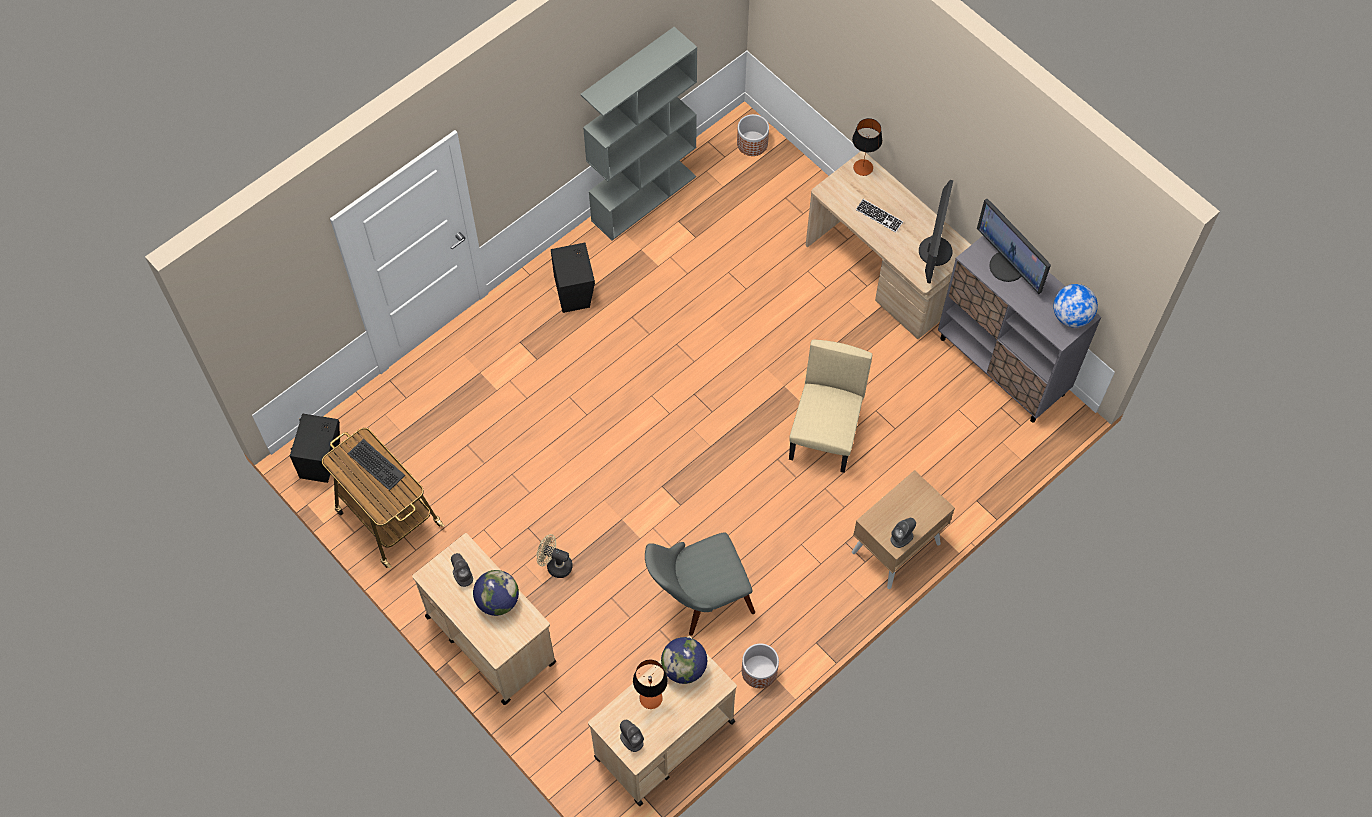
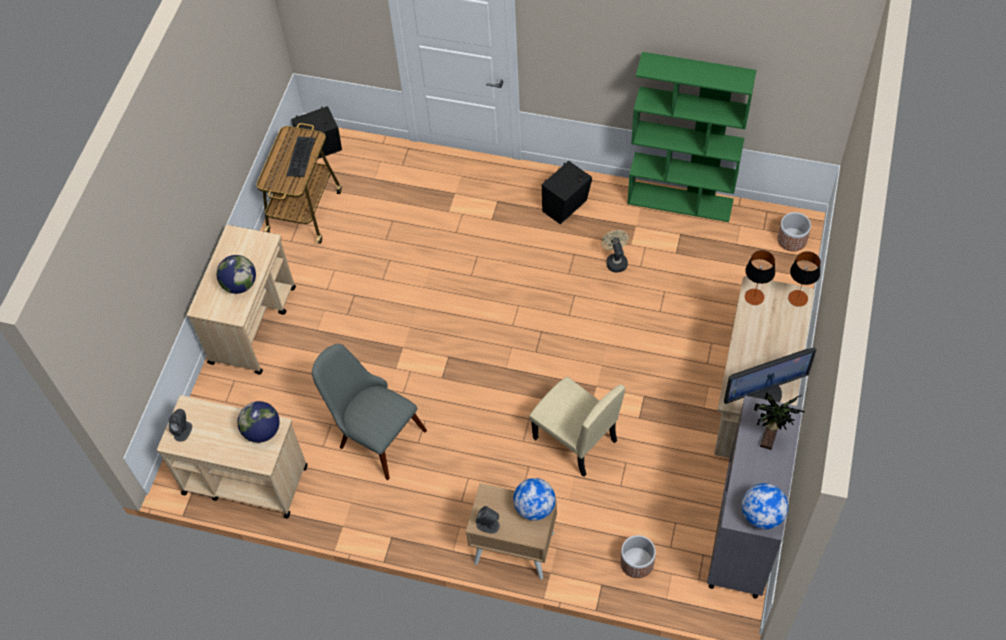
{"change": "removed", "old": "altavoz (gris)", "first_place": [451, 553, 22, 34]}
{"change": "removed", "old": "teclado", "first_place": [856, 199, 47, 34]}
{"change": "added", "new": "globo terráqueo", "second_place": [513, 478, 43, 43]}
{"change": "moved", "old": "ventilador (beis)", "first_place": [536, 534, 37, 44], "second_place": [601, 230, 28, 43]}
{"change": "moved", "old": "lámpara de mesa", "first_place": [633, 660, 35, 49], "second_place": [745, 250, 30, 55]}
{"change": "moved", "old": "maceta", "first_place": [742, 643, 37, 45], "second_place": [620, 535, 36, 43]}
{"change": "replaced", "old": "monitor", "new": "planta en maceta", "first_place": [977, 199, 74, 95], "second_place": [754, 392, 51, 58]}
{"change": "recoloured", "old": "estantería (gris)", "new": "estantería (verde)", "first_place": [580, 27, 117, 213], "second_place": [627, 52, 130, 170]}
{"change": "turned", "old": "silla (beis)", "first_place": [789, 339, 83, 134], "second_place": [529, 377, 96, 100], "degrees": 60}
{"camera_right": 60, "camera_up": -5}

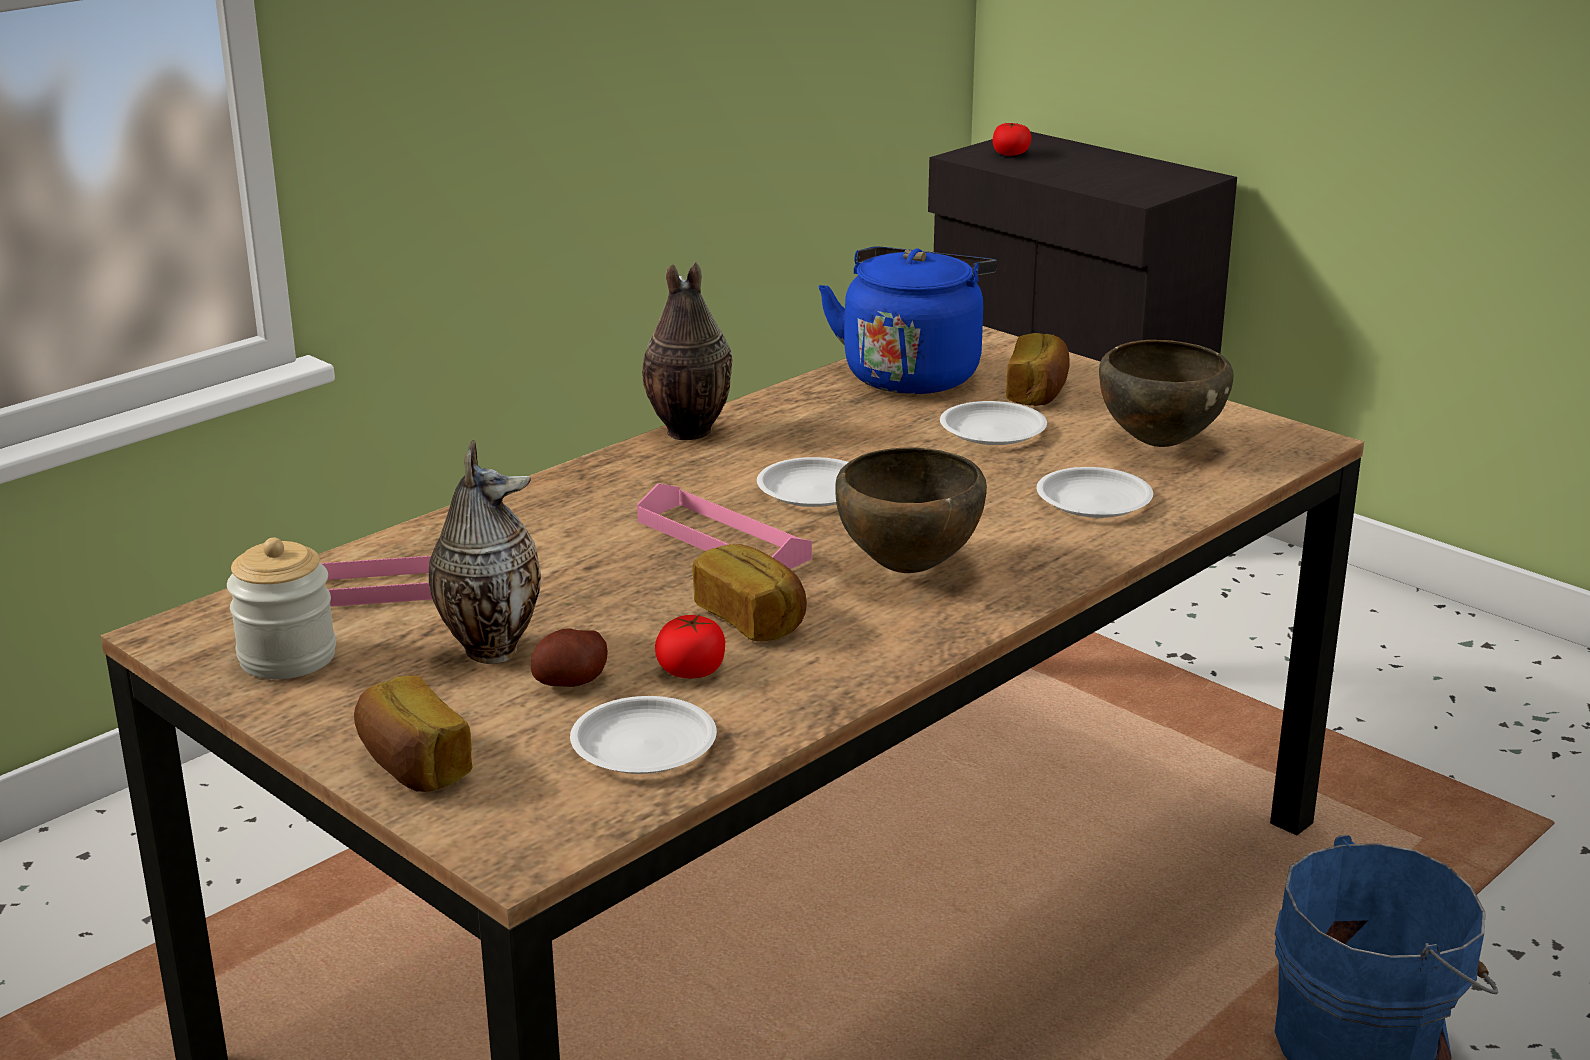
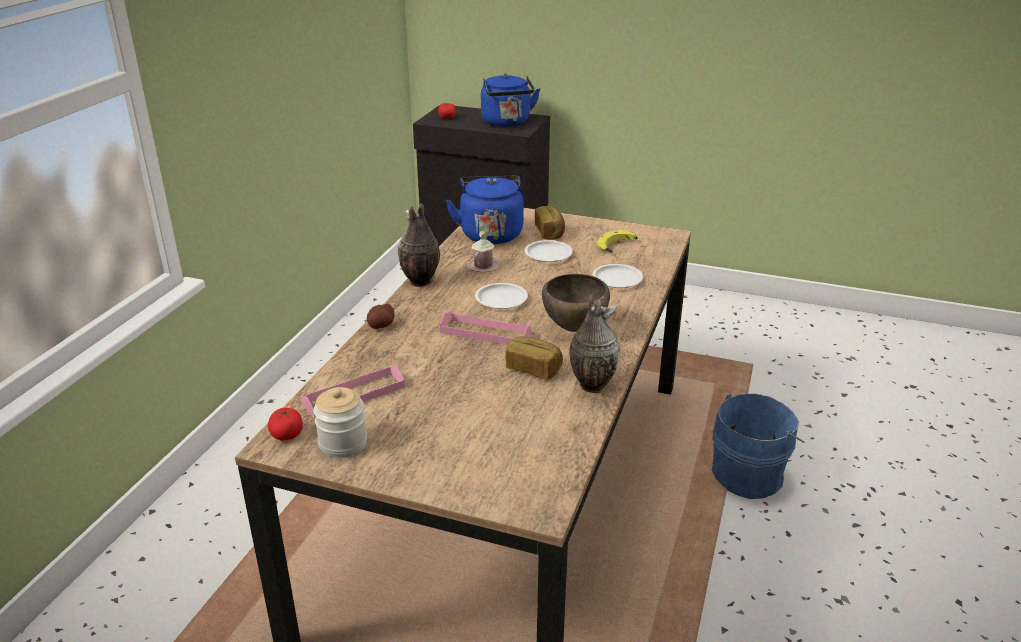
{"change": "removed", "old": "pan", "first_place": [354, 676, 119, 116]}
{"change": "removed", "old": "plato (blanco)", "first_place": [570, 696, 147, 78]}
{"change": "added", "new": "taza grande (rosa)", "second_place": [467, 231, 33, 41]}
{"change": "added", "new": "hervidor (azul)", "second_place": [481, 73, 59, 53]}
{"change": "moved", "old": "florero", "first_place": [429, 440, 112, 224], "second_place": [569, 294, 51, 99]}
{"change": "moved", "old": "patata", "first_place": [531, 628, 77, 59], "second_place": [367, 304, 27, 25]}
{"change": "moved", "old": "tomate", "first_place": [655, 614, 70, 64], "second_place": [268, 408, 35, 33]}
{"change": "replaced", "old": "cuenco (marrón)", "new": "plátano", "first_place": [1099, 340, 135, 107], "second_place": [597, 230, 41, 23]}
{"camera_right": -25, "camera_up": 5}

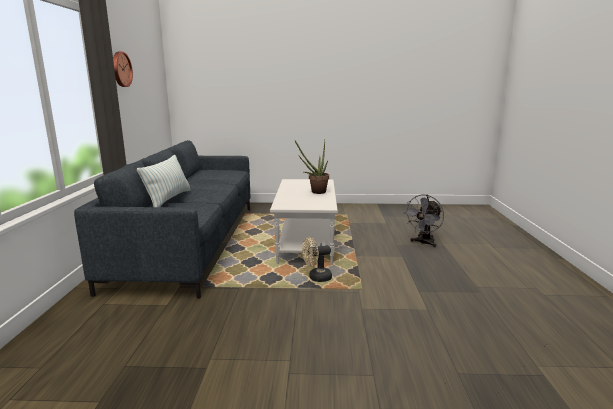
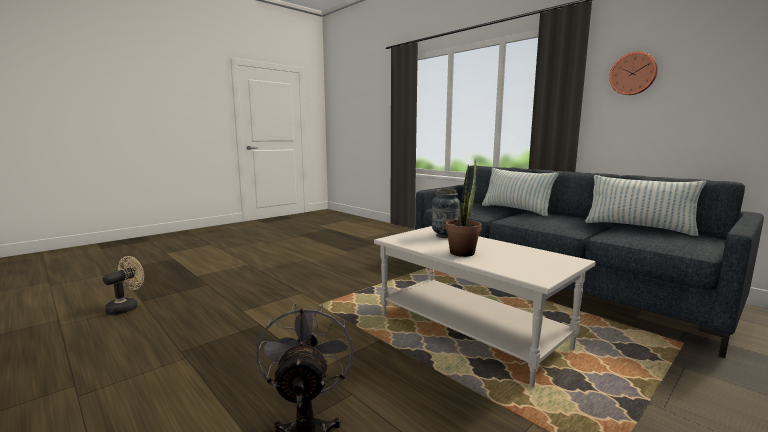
{"change": "added", "new": "florero", "second_place": [432, 189, 28, 49]}
{"change": "added", "new": "cojín", "second_place": [585, 175, 121, 61]}
{"change": "moved", "old": "ventilador (beis)", "first_place": [302, 237, 30, 45], "second_place": [103, 256, 41, 59]}
{"camera_right": 135, "camera_up": -5}

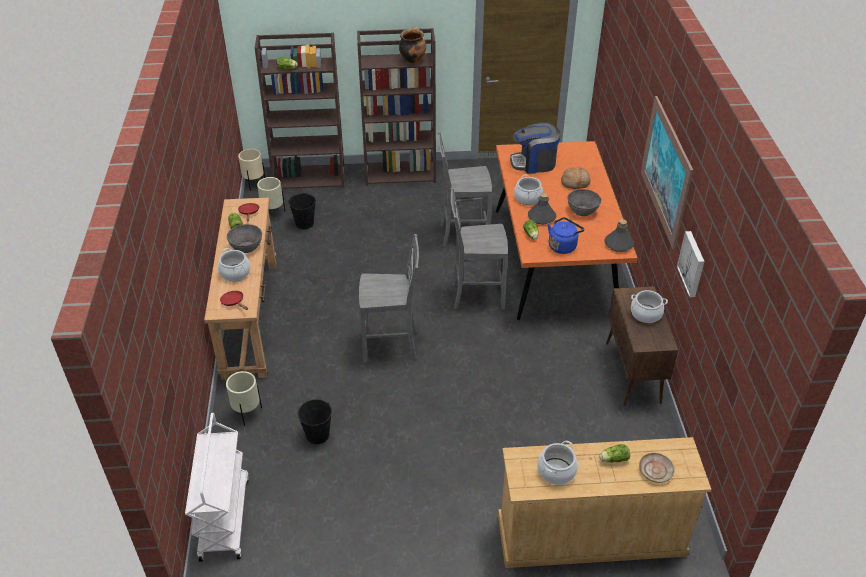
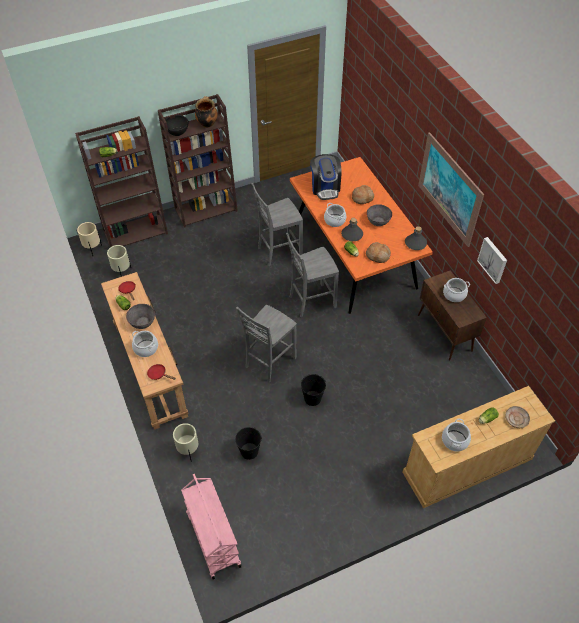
{"change": "added", "new": "cuenco (negro)", "second_place": [165, 115, 24, 21]}
{"change": "moved", "old": "cubo (negro)", "first_place": [288, 193, 28, 36], "second_place": [301, 374, 25, 32]}
{"change": "replaced", "old": "hervidor (azul)", "new": "pan", "first_place": [548, 217, 36, 37], "second_place": [366, 242, 25, 21]}
{"change": "recoloured", "old": "carrito (blanco)", "new": "carrito (rosa)", "first_place": [185, 413, 64, 149], "second_place": [181, 474, 60, 105]}
{"change": "turned", "old": "silla (gris)", "first_place": [359, 234, 60, 129], "second_place": [236, 305, 61, 78], "degrees": 150}
{"change": "turned", "old": "cafetera", "first_place": [510, 122, 50, 52], "second_place": [310, 154, 32, 46], "degrees": -75}
{"camera_right": -20, "camera_up": 10}

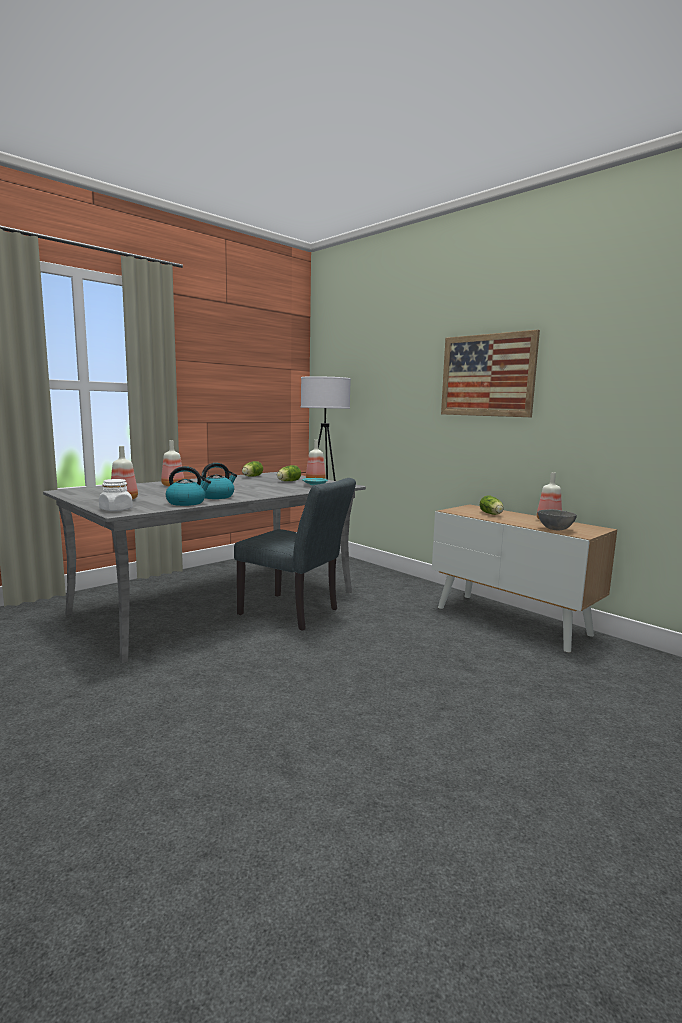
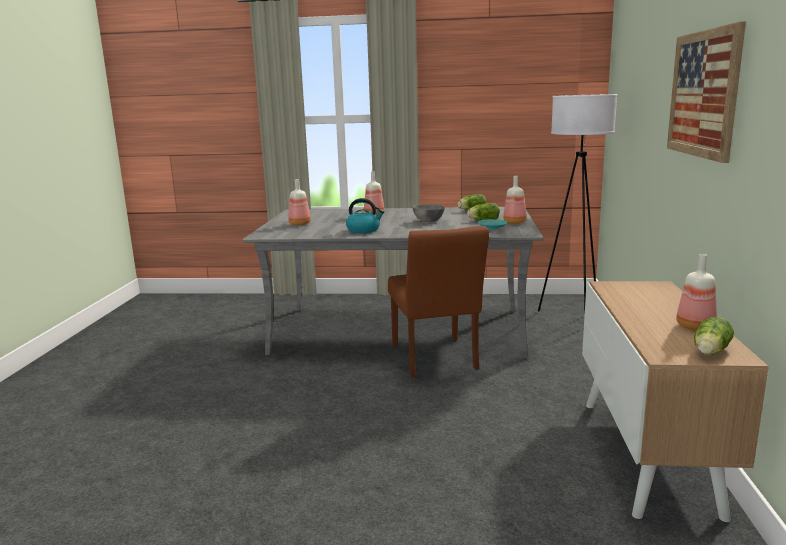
{"change": "removed", "old": "tarro (blanco)", "first_place": [99, 479, 34, 32]}
{"change": "removed", "old": "hervidor", "first_place": [166, 466, 45, 40]}
{"change": "moved", "old": "lechuga", "first_place": [480, 495, 24, 20], "second_place": [694, 317, 40, 38]}
{"change": "moved", "old": "cuenco (gris)", "first_place": [537, 509, 40, 21], "second_place": [412, 204, 33, 18]}
{"change": "recoloured", "old": "silla (gris)", "new": "silla (marrón)", "first_place": [234, 478, 122, 153], "second_place": [388, 226, 101, 151]}
{"camera_right": 50, "camera_up": 5}

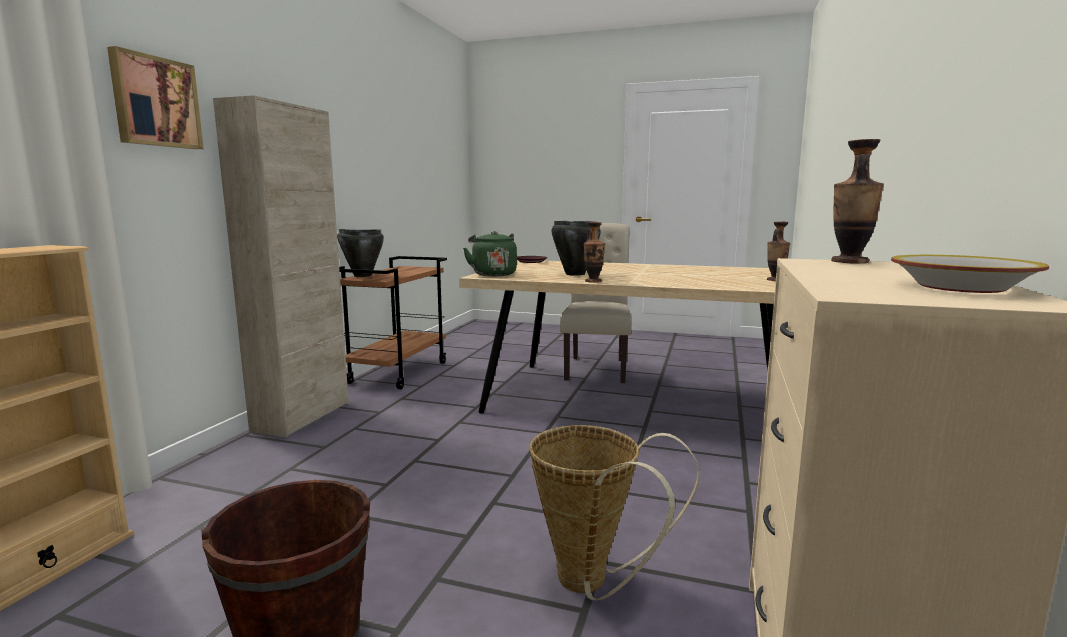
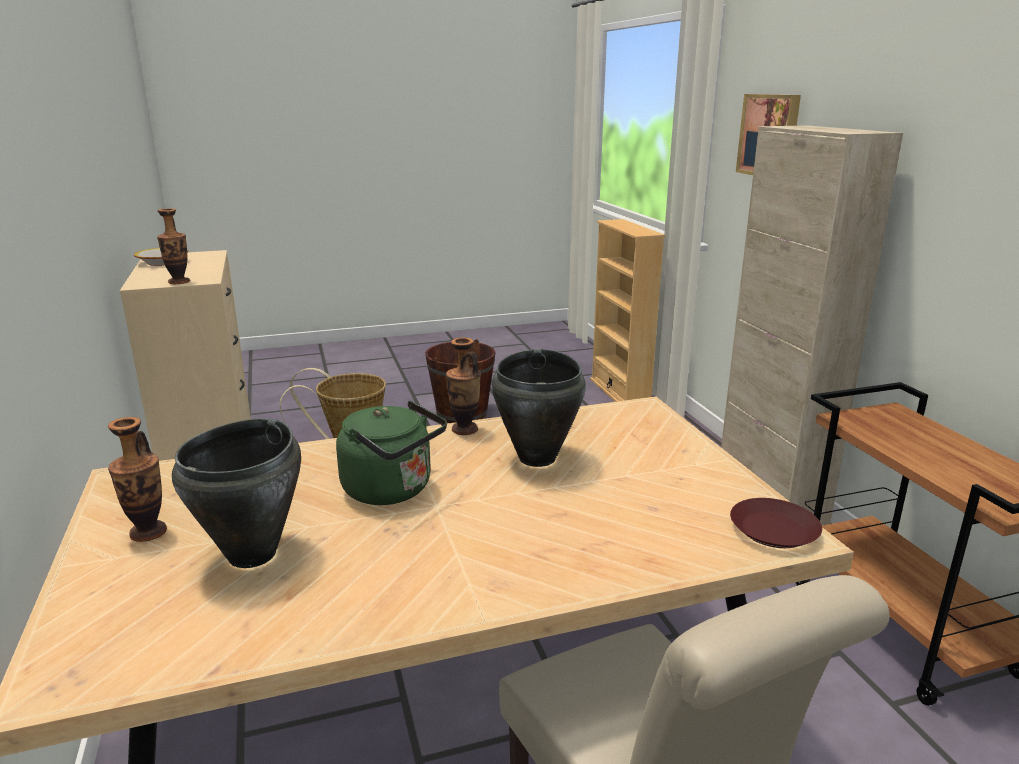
{"change": "moved", "old": "olla (negro)", "first_place": [337, 229, 47, 48], "second_place": [172, 418, 129, 150]}
{"change": "moved", "old": "hervidor (verde)", "first_place": [463, 231, 54, 45], "second_place": [336, 401, 111, 104]}
{"camera_right": 145, "camera_up": 10}

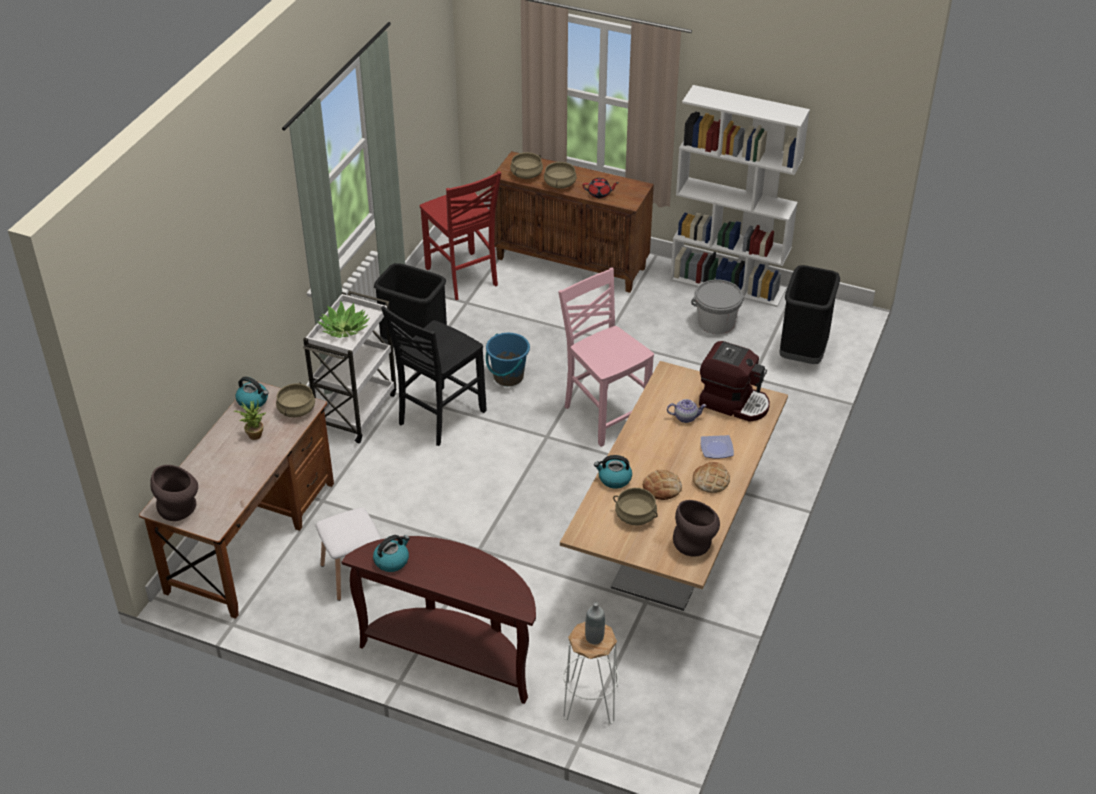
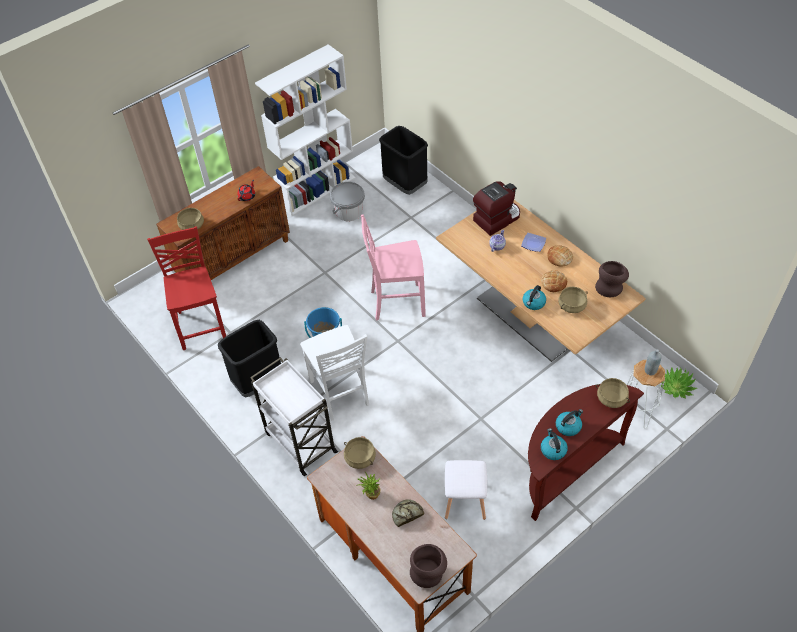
{"change": "added", "new": "pan", "second_place": [392, 499, 32, 28]}
{"change": "moved", "old": "hervidor", "first_place": [236, 377, 33, 32], "second_place": [556, 409, 27, 27]}
{"change": "moved", "old": "planta en maceta", "first_place": [317, 300, 53, 38], "second_place": [659, 368, 38, 30]}
{"change": "moved", "old": "olla (beis)", "first_place": [544, 161, 33, 28], "second_place": [596, 378, 34, 30]}
{"change": "recoloured", "old": "silla (negro)", "new": "silla (blanco)", "first_place": [381, 306, 105, 140], "second_place": [300, 325, 69, 95]}
{"change": "turned", "old": "silla (rojo)", "first_place": [420, 171, 81, 129], "second_place": [147, 226, 79, 124], "degrees": -105}
{"camera_right": -60, "camera_up": 10}

